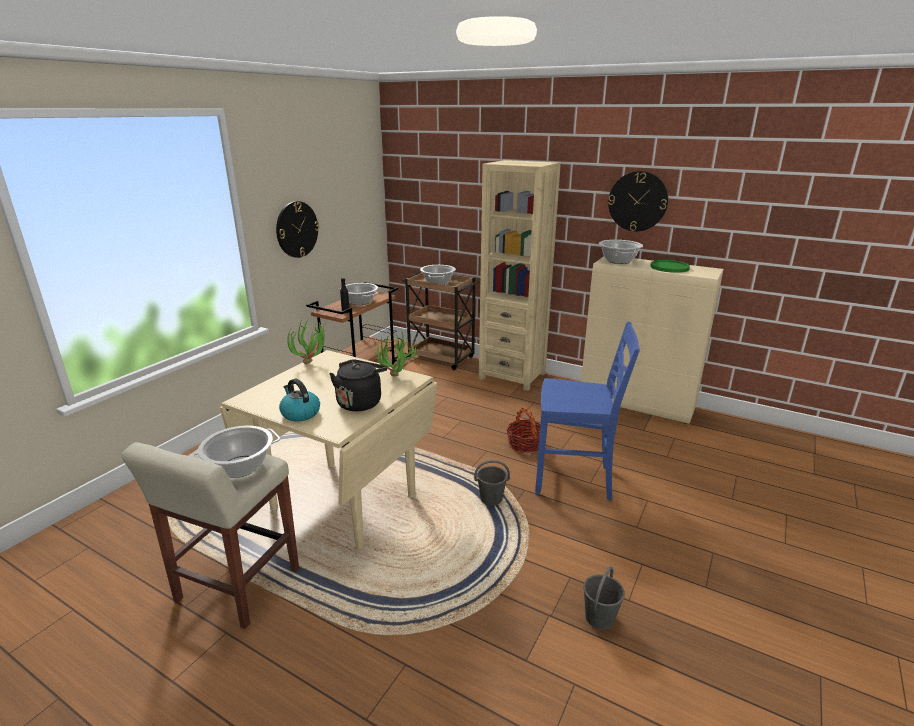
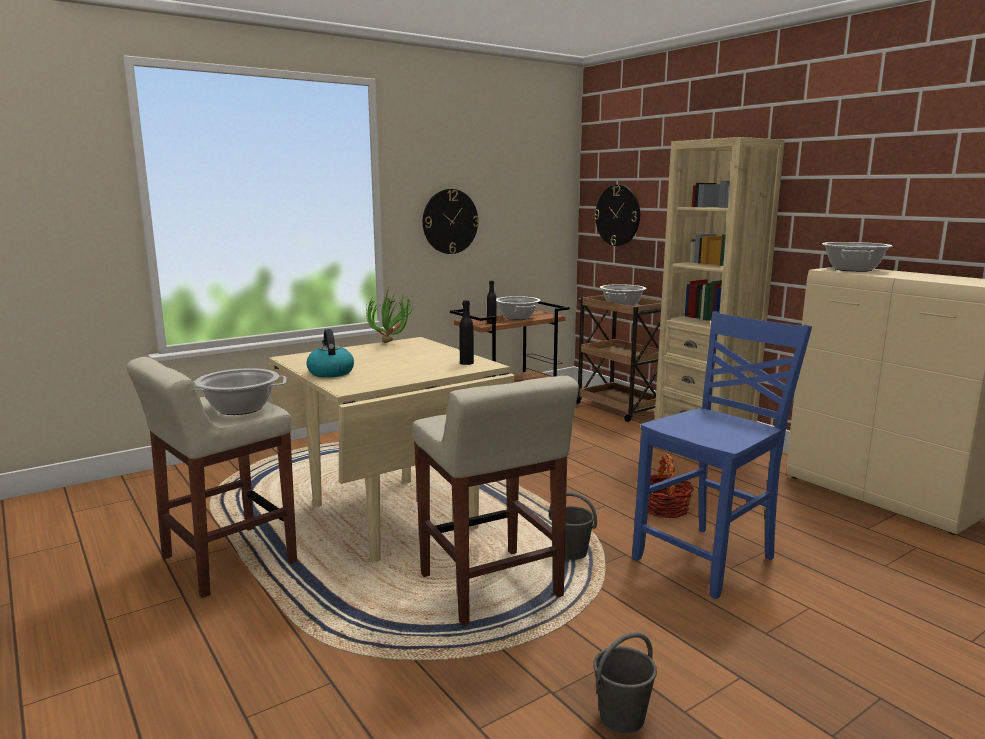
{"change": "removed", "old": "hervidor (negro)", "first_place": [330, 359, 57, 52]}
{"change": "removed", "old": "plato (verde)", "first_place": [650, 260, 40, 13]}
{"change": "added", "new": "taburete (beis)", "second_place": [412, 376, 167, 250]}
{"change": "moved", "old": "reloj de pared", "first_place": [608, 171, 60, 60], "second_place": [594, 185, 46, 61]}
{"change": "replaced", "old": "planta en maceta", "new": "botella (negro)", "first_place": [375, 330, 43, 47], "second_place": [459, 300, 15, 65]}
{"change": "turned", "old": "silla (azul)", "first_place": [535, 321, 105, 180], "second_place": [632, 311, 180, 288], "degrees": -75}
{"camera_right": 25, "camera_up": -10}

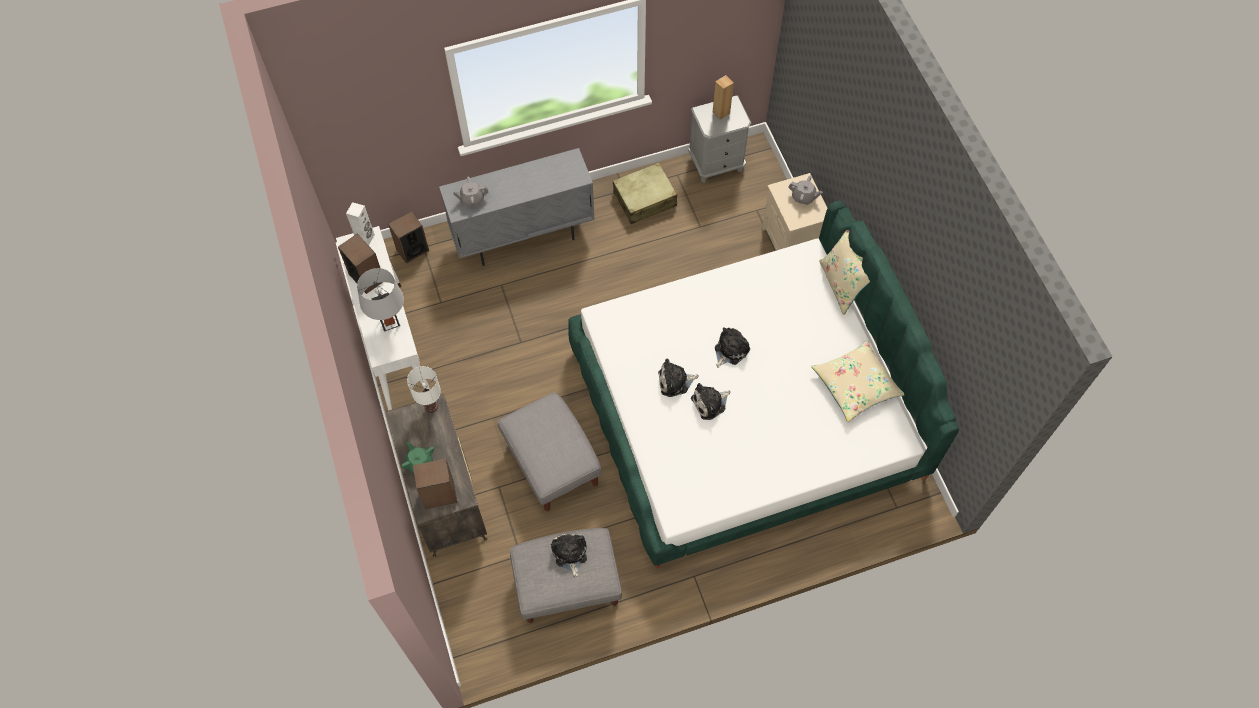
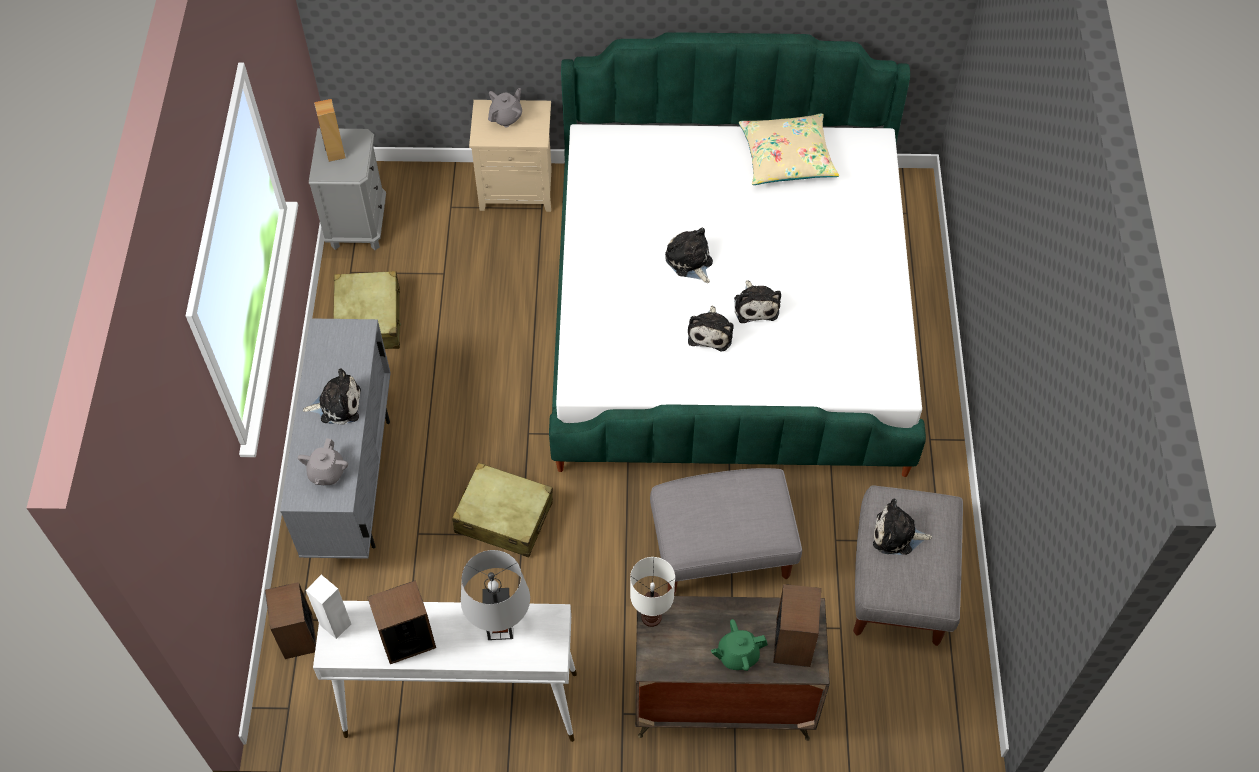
{"change": "removed", "old": "cojín (beis)", "first_place": [819, 230, 51, 85]}
{"change": "added", "new": "peluche", "second_place": [303, 368, 58, 57]}
{"change": "added", "new": "maleta (beis)", "second_place": [452, 462, 101, 95]}
{"camera_right": -70, "camera_up": -5}

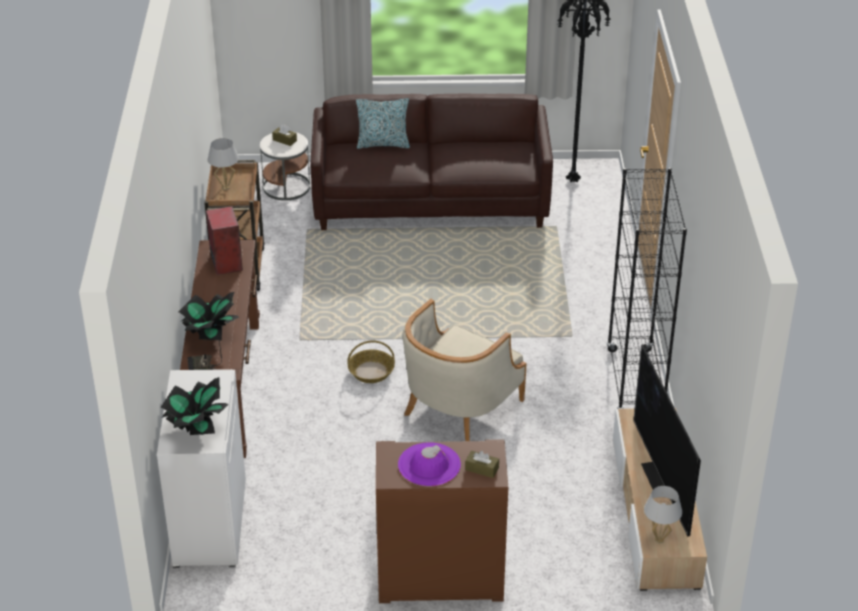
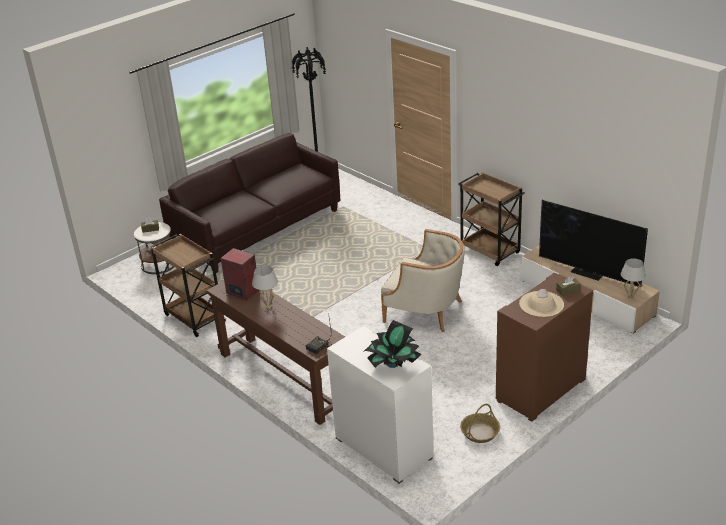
{"change": "removed", "old": "planta en maceta", "first_place": [178, 292, 61, 48]}
{"change": "removed", "old": "cojín", "first_place": [356, 98, 54, 51]}
{"change": "moved", "old": "lámpara de mesa (blanco)", "first_place": [208, 138, 31, 52], "second_place": [252, 265, 26, 43]}
{"change": "moved", "old": "cesta", "first_place": [347, 340, 48, 43], "second_place": [460, 404, 40, 39]}
{"change": "replaced", "old": "estantería (negro)", "new": "carrito (marrón)", "first_place": [607, 168, 80, 241], "second_place": [458, 172, 67, 94]}
{"change": "recoloured", "old": "sombrero (morado)", "new": "sombrero (beis)", "first_place": [398, 442, 63, 44], "second_place": [519, 289, 45, 28]}
{"change": "turned", "old": "sillón (beis)", "first_place": [402, 299, 124, 142], "second_place": [381, 229, 84, 103], "degrees": -60}
{"camera_right": -40, "camera_up": -5}

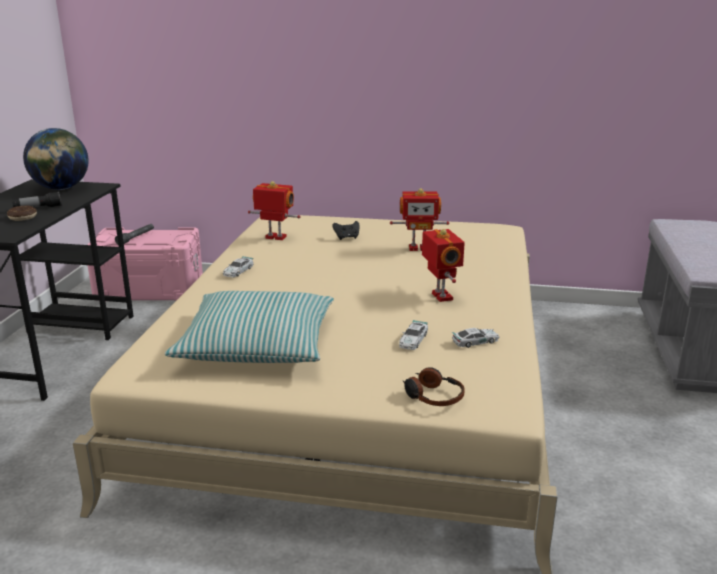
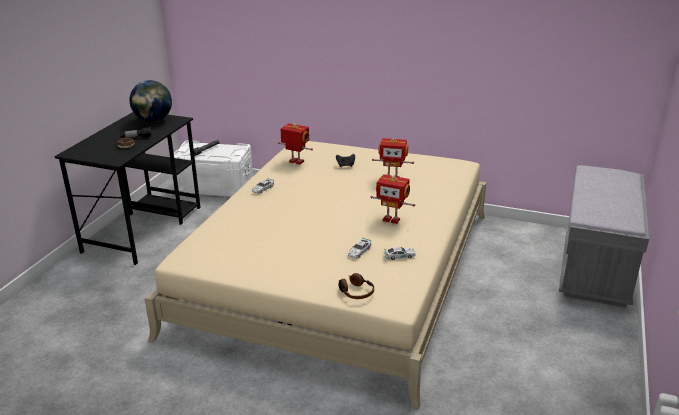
{"change": "removed", "old": "cojín", "first_place": [164, 291, 170, 72]}
{"change": "recoloured", "old": "caja de almacenaje (rosa)", "new": "caja de almacenaje (blanco)", "first_place": [88, 228, 115, 74], "second_place": [174, 140, 79, 57]}
{"change": "turned", "old": "robot de juguete", "first_place": [422, 229, 43, 73], "second_place": [371, 174, 44, 50], "degrees": 120}
{"camera_right": 10, "camera_up": 5}

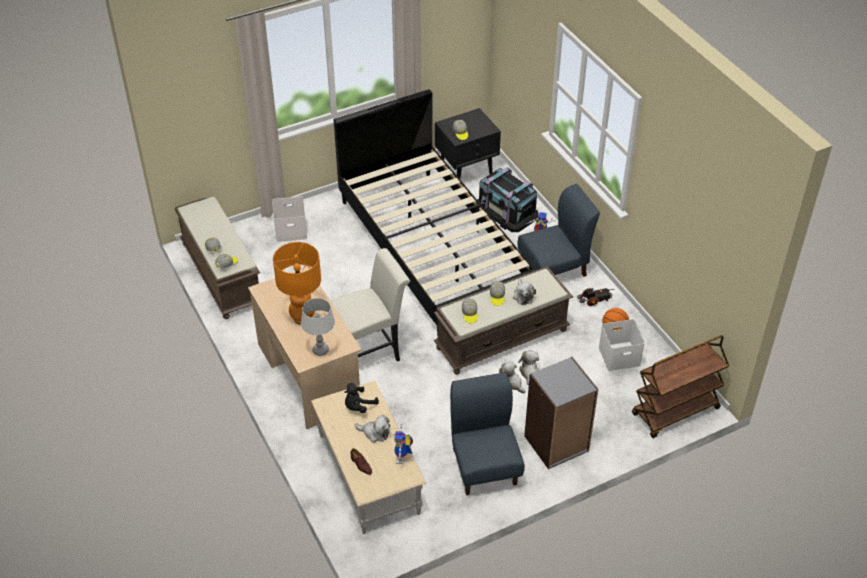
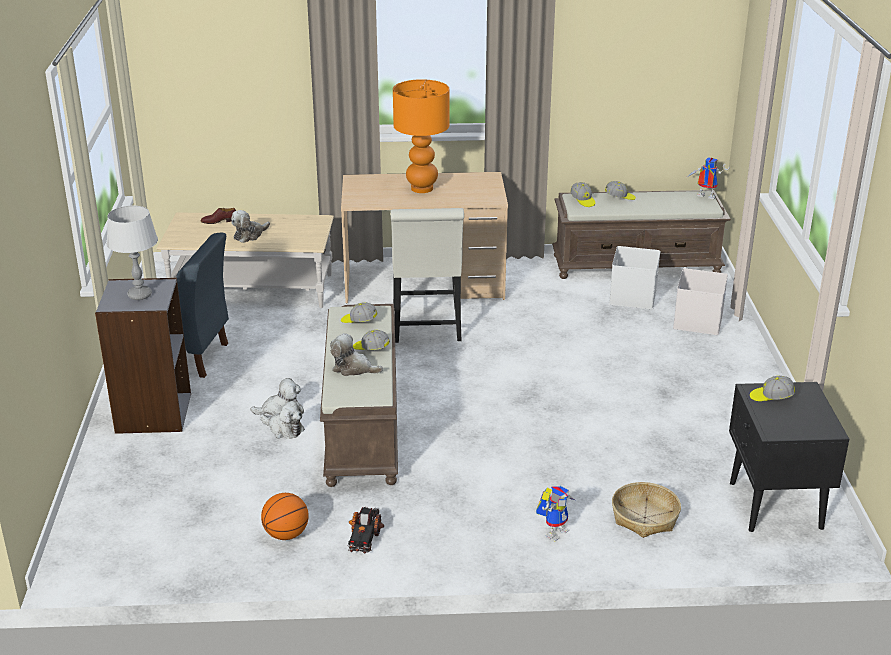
{"change": "removed", "old": "cama (negro)", "first_place": [334, 89, 202, 247]}
{"change": "removed", "old": "peluche (negro)", "first_place": [344, 383, 35, 30]}
{"change": "removed", "old": "silla (azul)", "first_place": [517, 184, 83, 93]}
{"change": "removed", "old": "carrito (marrón)", "first_place": [632, 335, 97, 103]}
{"change": "moved", "old": "lámpara de mesa (gris)", "first_place": [301, 298, 34, 58], "second_place": [107, 206, 51, 94]}
{"change": "moved", "old": "robot de juguete", "first_place": [393, 423, 20, 41], "second_place": [687, 157, 43, 42]}
{"change": "moved", "old": "caja de almacenaje (blanco)", "first_place": [598, 319, 47, 53], "second_place": [609, 246, 51, 63]}
{"change": "replaced", "old": "caja de almacenaje (negro)", "new": "cesta", "first_place": [477, 167, 62, 65], "second_place": [612, 482, 69, 56]}
{"camera_right": 115, "camera_up": -15}

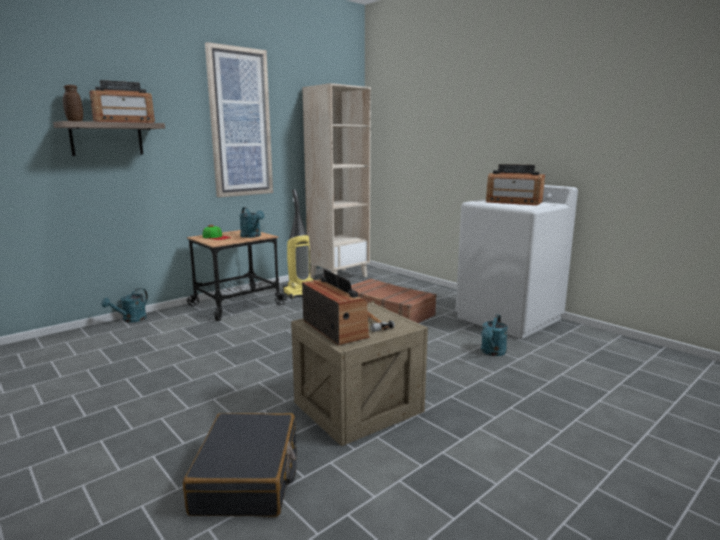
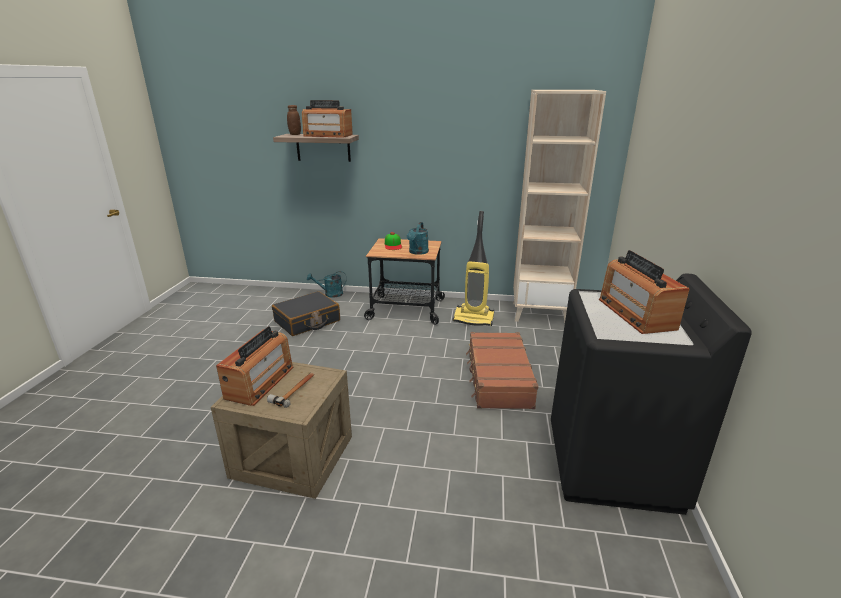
{"change": "removed", "old": "cuadro", "first_place": [205, 42, 68, 155]}
{"change": "removed", "old": "regadera (turquesa)", "first_place": [481, 314, 27, 42]}
{"change": "moved", "old": "maleta (negro)", "first_place": [183, 413, 114, 104], "second_place": [272, 291, 68, 45]}
{"change": "recoloured", "old": "lavadora (blanco)", "new": "lavadora (negro)", "first_place": [456, 185, 122, 154], "second_place": [551, 273, 201, 242]}
{"camera_right": 50, "camera_up": 10}

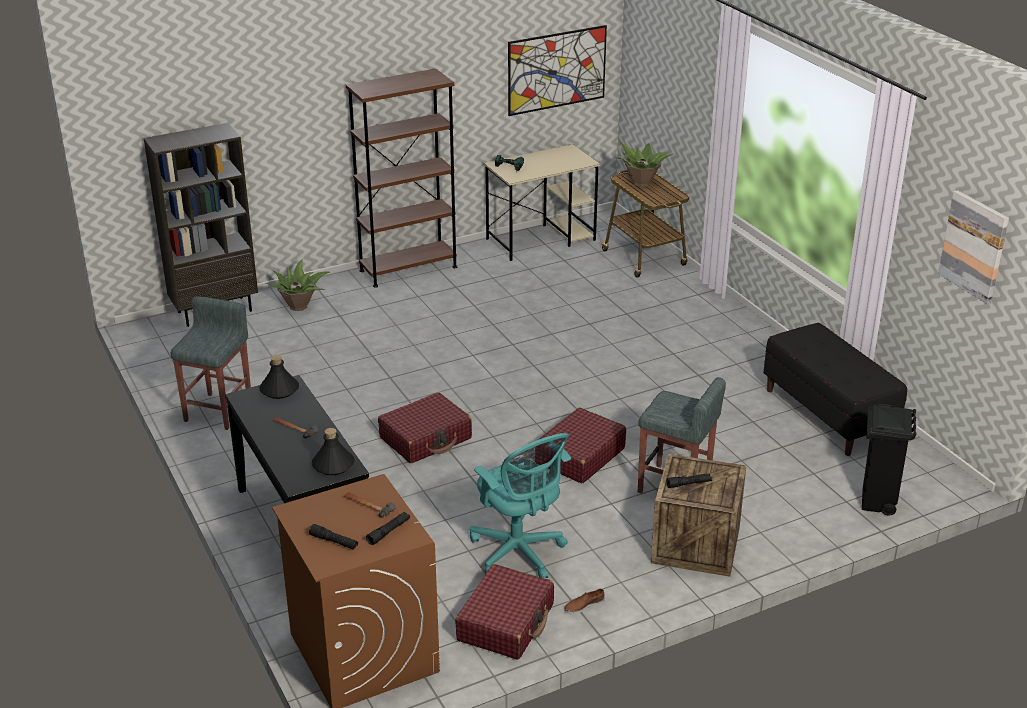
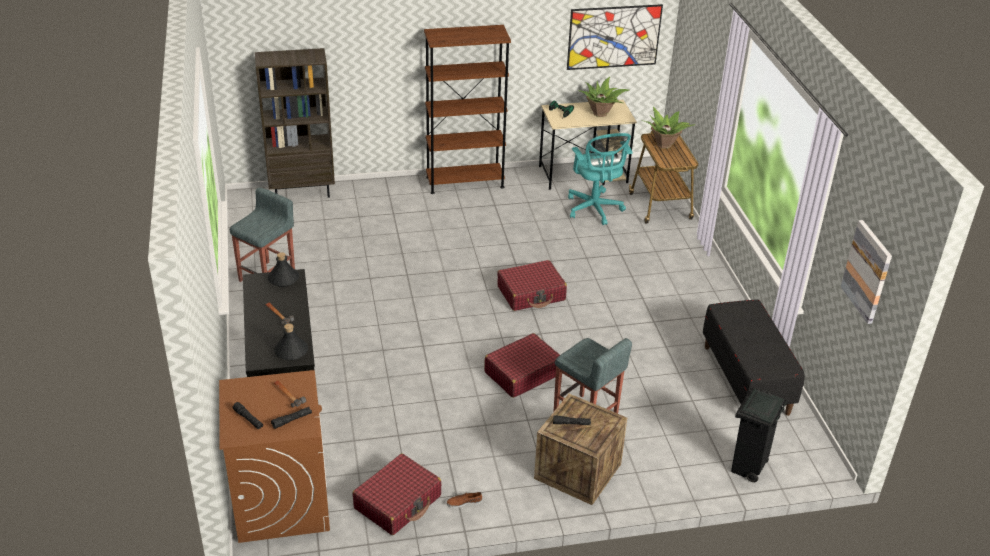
{"change": "moved", "old": "planta en maceta", "first_place": [265, 260, 65, 51], "second_place": [578, 77, 52, 40]}
{"change": "moved", "old": "maleta (rojo)", "first_place": [378, 392, 94, 71], "second_place": [497, 260, 70, 51]}
{"change": "moved", "old": "silla de oficina (turquesa)", "first_place": [470, 433, 101, 145], "second_place": [568, 133, 65, 92]}
{"camera_right": 15, "camera_up": 5}

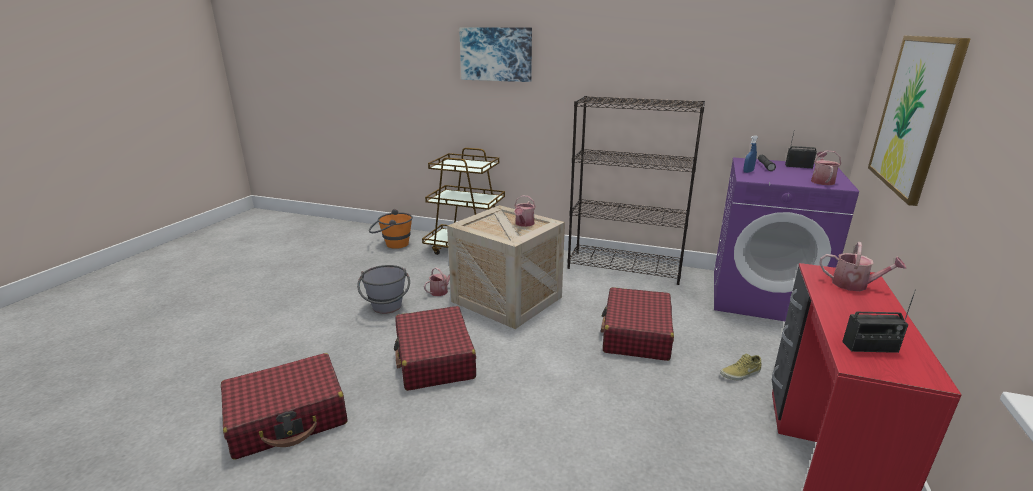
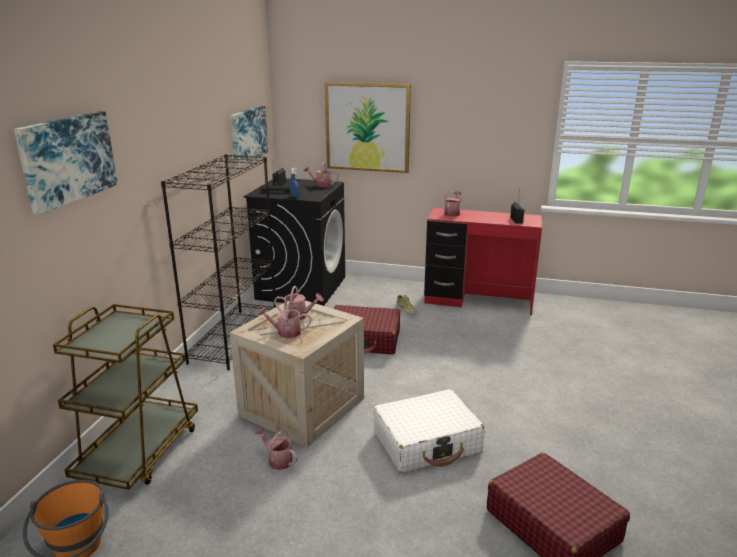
{"change": "removed", "old": "cubo (gris)", "first_place": [357, 265, 53, 49]}
{"change": "added", "new": "cuadro", "second_place": [230, 106, 38, 61]}
{"change": "added", "new": "regadera", "second_place": [257, 301, 54, 37]}
{"change": "recoloured", "old": "maleta (rojo)", "new": "maleta (blanco)", "first_place": [394, 306, 82, 85], "second_place": [373, 389, 112, 84]}
{"change": "recoloured", "old": "lavadora (morado)", "new": "lavadora (negro)", "first_place": [714, 157, 145, 164], "second_place": [244, 178, 101, 128]}
{"camera_right": -95, "camera_up": 0}

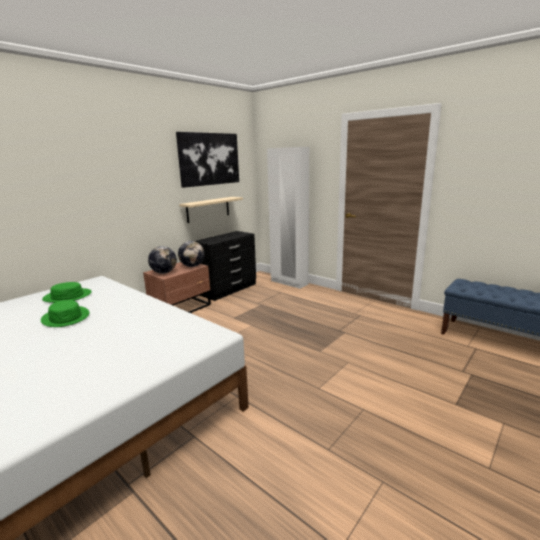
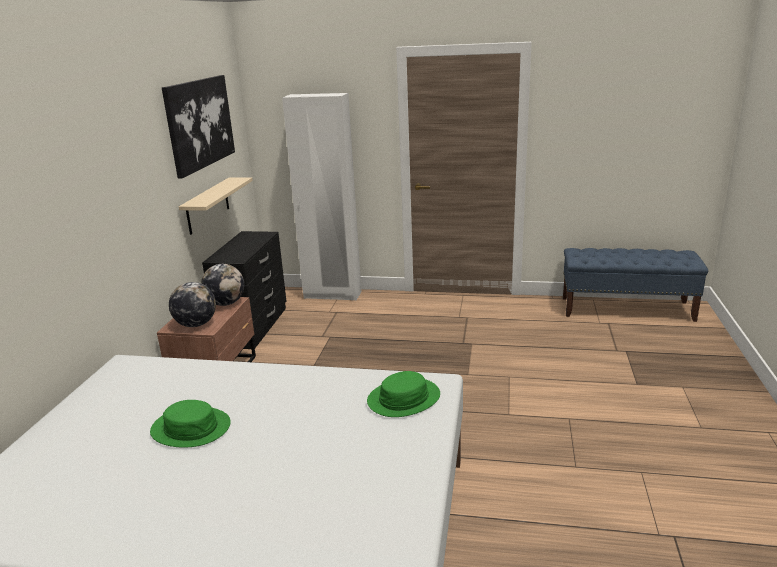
{"change": "moved", "old": "sombrero (verde)", "first_place": [42, 282, 50, 21], "second_place": [367, 371, 73, 46]}
{"camera_right": -30, "camera_up": 5}

